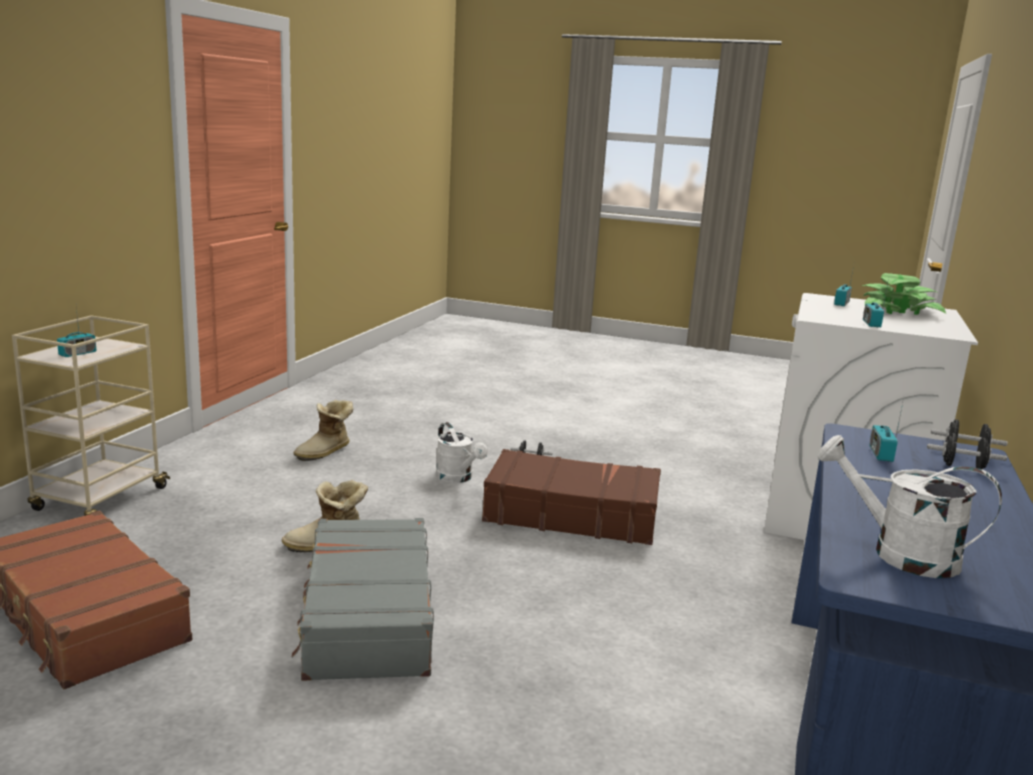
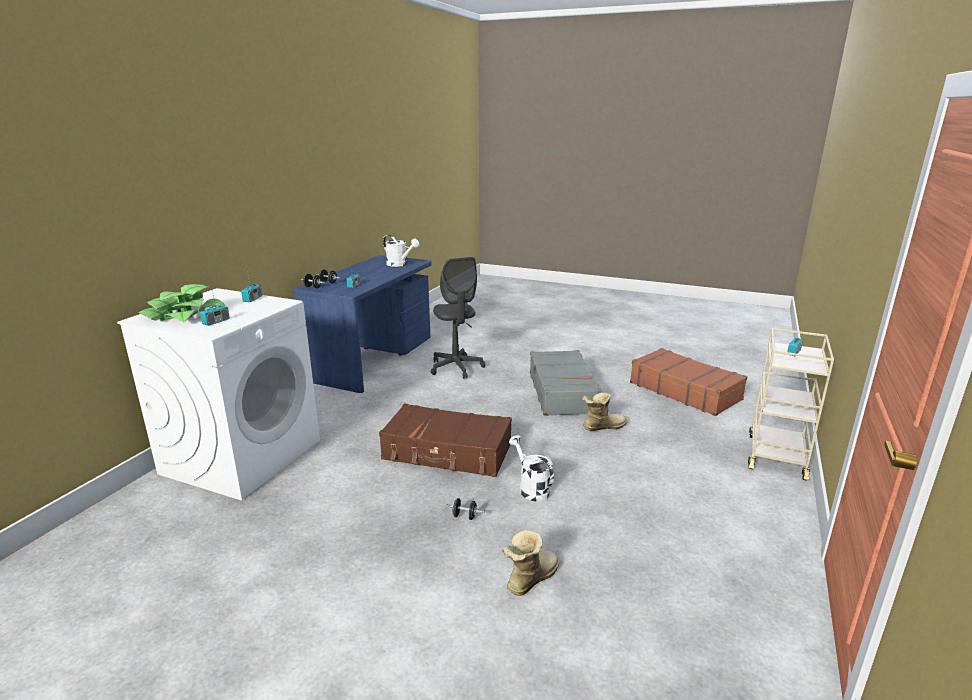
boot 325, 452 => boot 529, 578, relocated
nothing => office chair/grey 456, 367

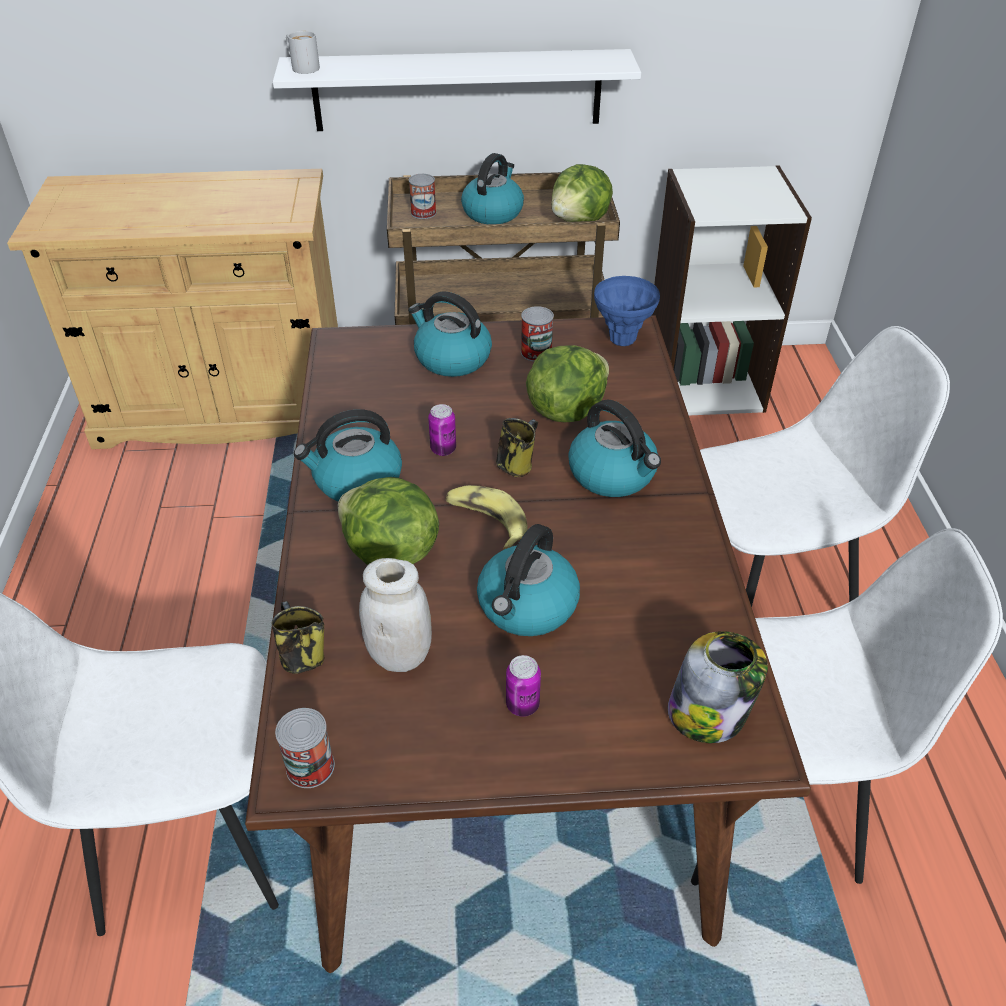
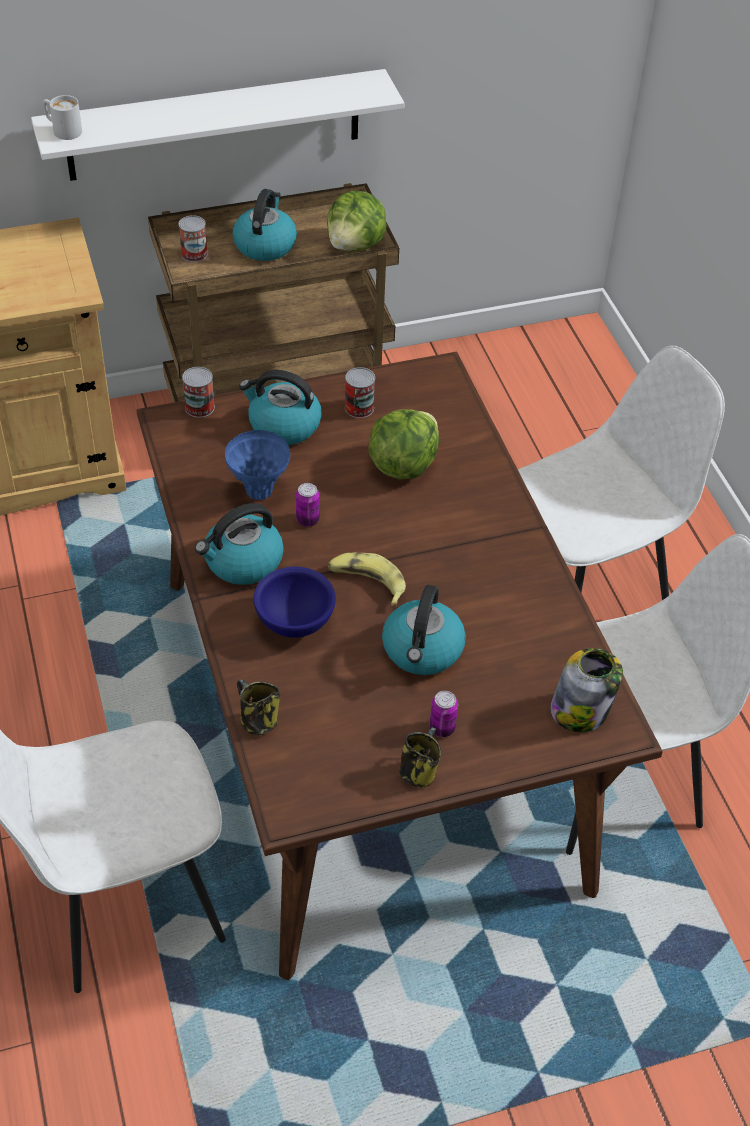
can 310, 766 => can 199, 407, relocated
lettuce 389, 552 => bowl/blue 295, 622
jar/white 400, 655 => nothing
mug 517, 465 => mug 419, 771, relocated
kettle 613, 474 => nothing
vase/blue 622, 340 => vase/blue 259, 491, relocated
bookcase/white 703, 383 => nothing

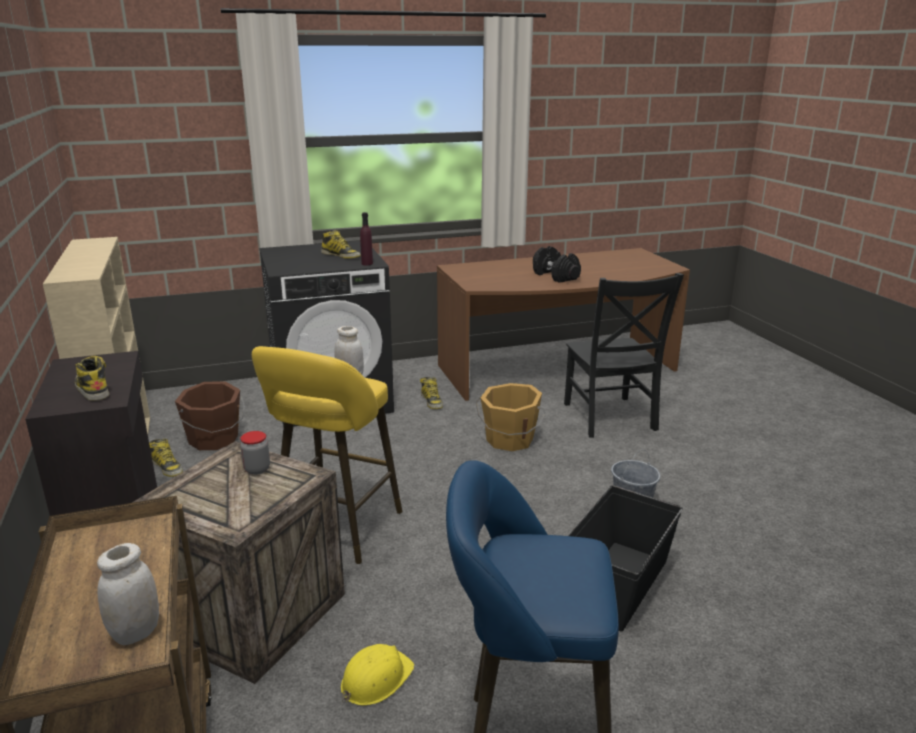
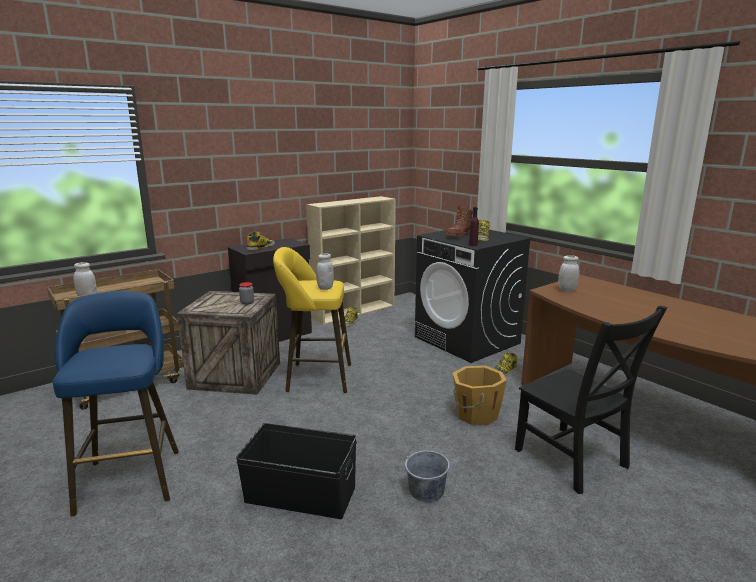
bucket/brown 214, 439 => nothing
hard hat/yellow 375, 679 => nothing
dumbbell/black 556, 276 => nothing
chair/black 610, 418 => chair/black 574, 461, 90 degrees counterclockwise
nothing => boot/brown 459, 235
nothing => jar/white 567, 290

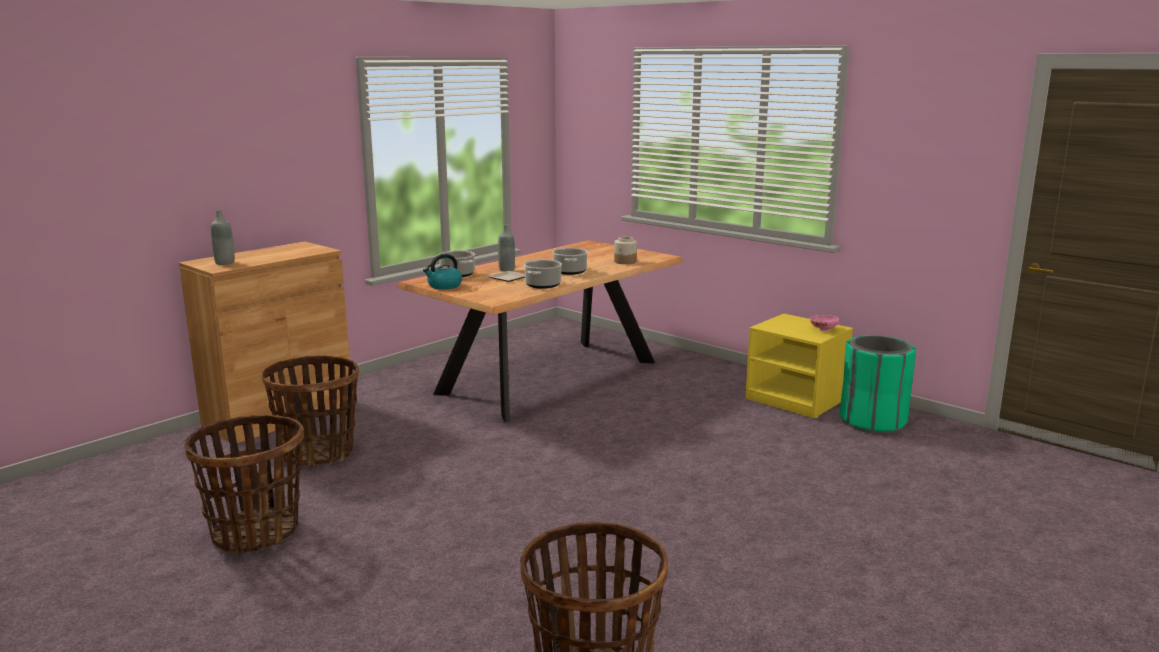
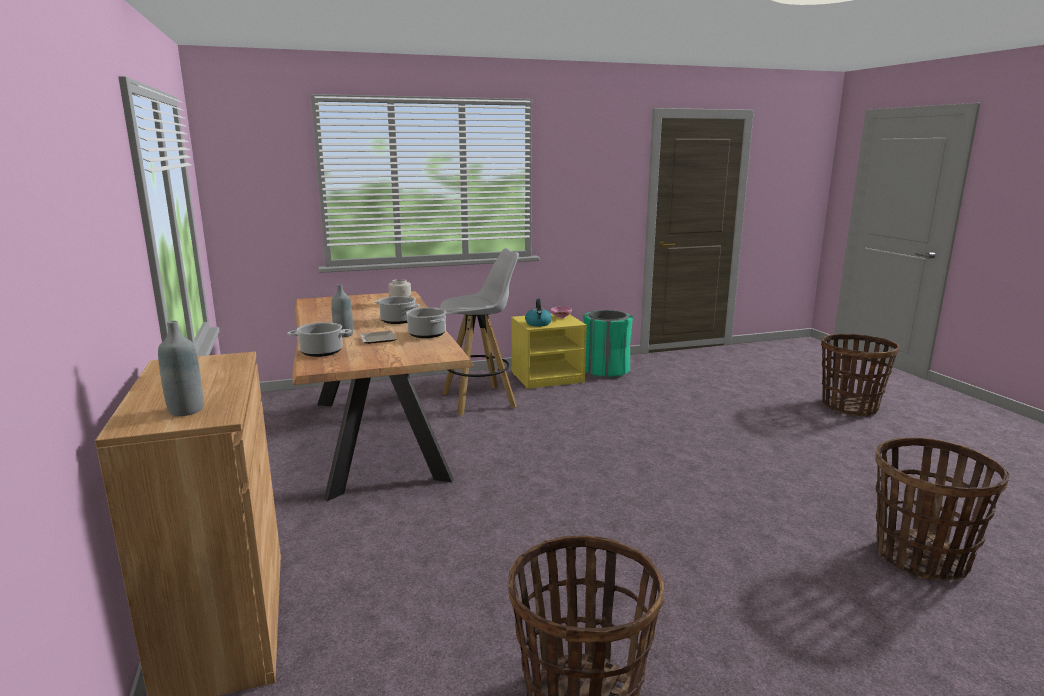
basket 318, 453 => basket 849, 407, relocated
kettle 444, 286 => kettle 538, 324, relocated
nothing => stool/white 480, 400

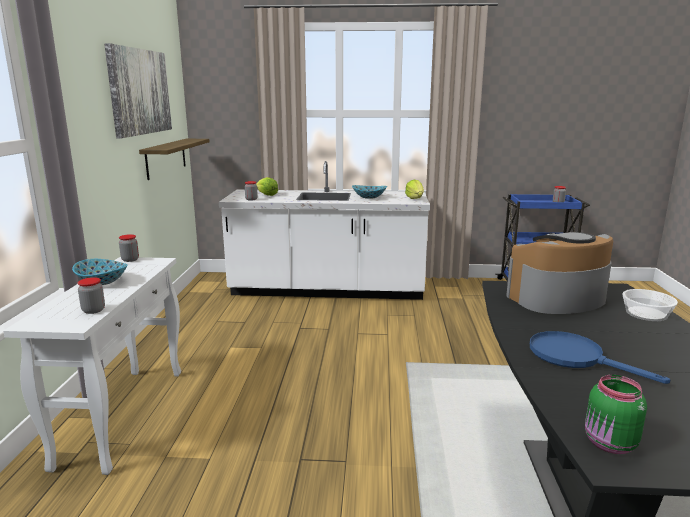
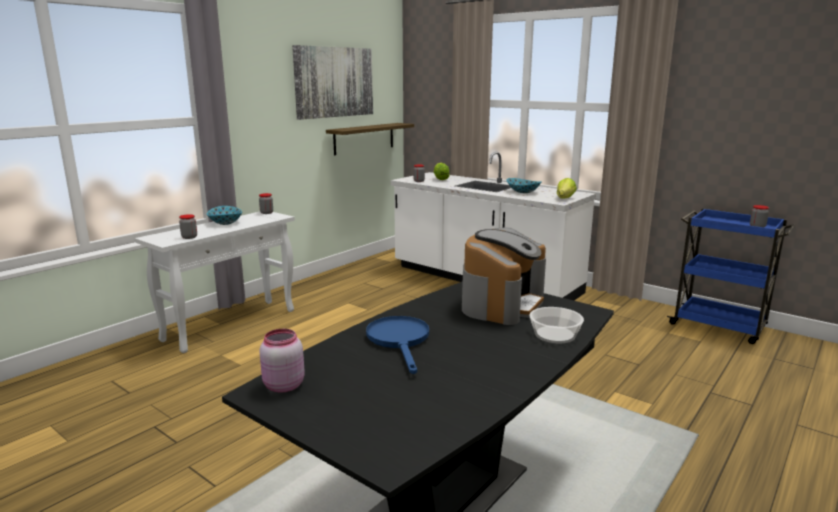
coffee machine 557, 299 => coffee machine 502, 303, 105 degrees clockwise
jar/green 609, 444 => jar/pink 282, 386

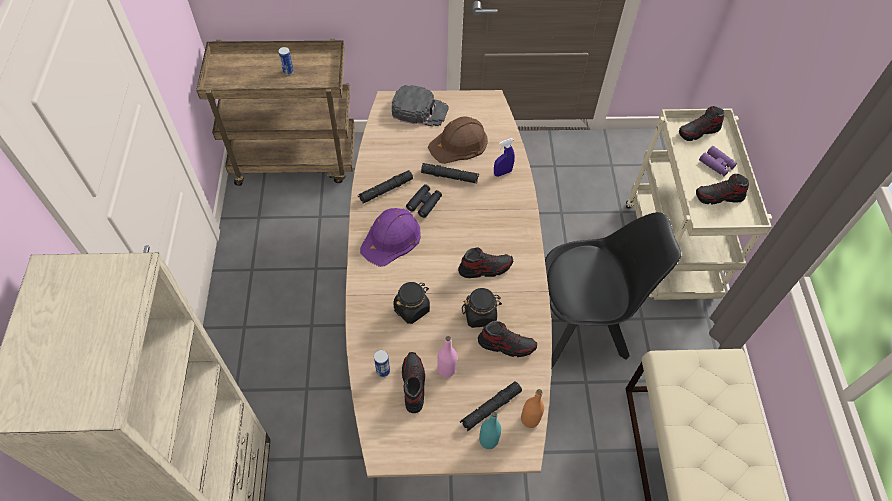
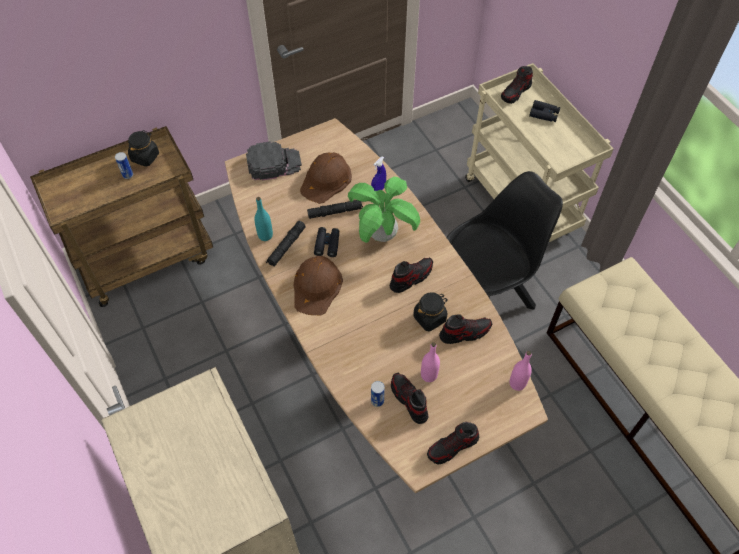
hard hat/purple 391, 238 => hard hat/brown 317, 286
jar/black 412, 308 => jar/black 145, 157, relocated
flashlight/black 490, 408 => nothing
bottle/turquoise 488, 440 => bottle/turquoise 265, 235, relocated
bottle/orange 530, 419 => bottle/pink 517, 383
shoe 719, 197 => shoe 452, 447, relocated
binoculars/purple 716, 164 => binoculars/black 544, 114
nothing => potted plant 382, 235

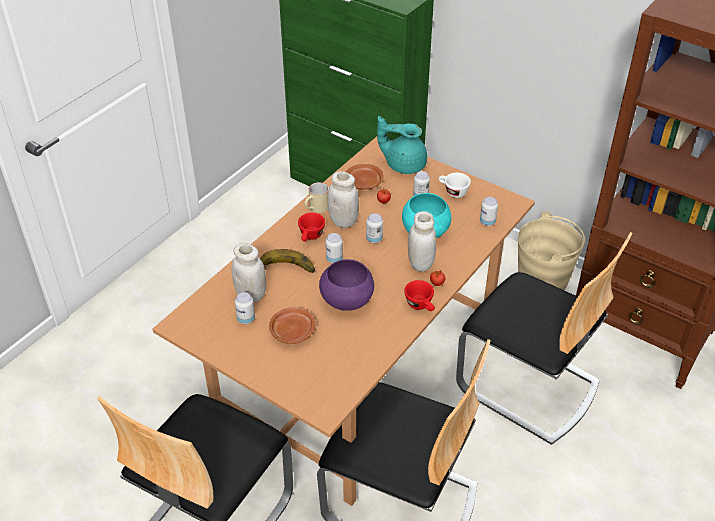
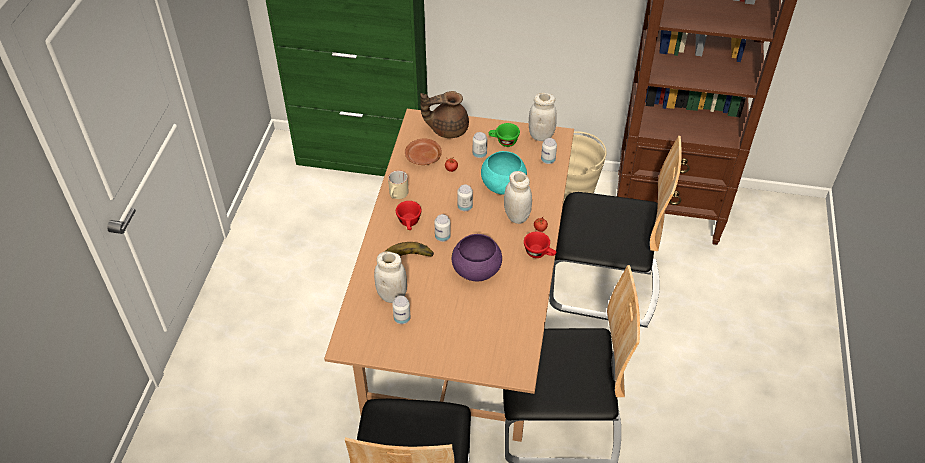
plate/brown 292, 331 => nothing
jar/white 343, 221 => jar/white 541, 135, relocated
teapot/turquoise 404, 164 => teapot/brown 447, 129
cup/white 452, 192 => cup/green 503, 141

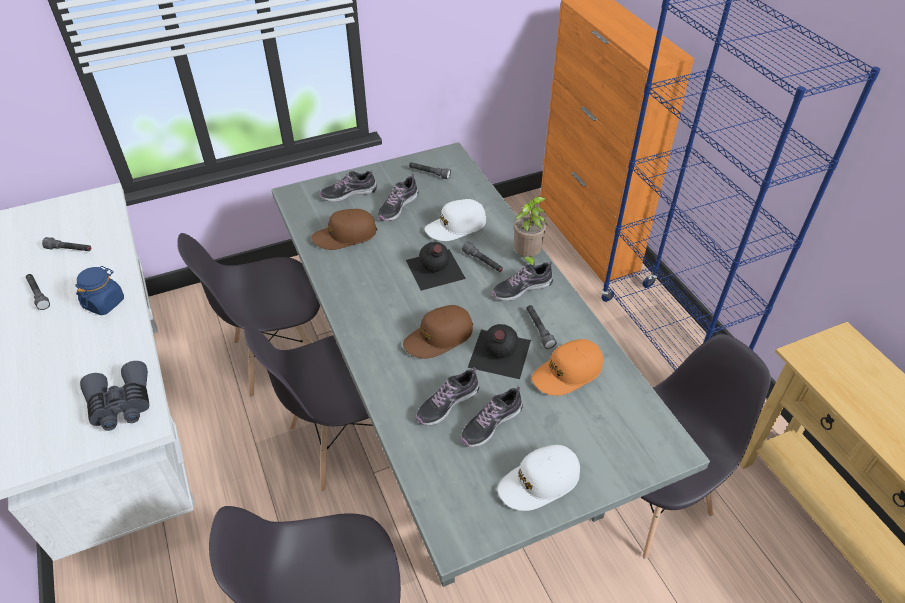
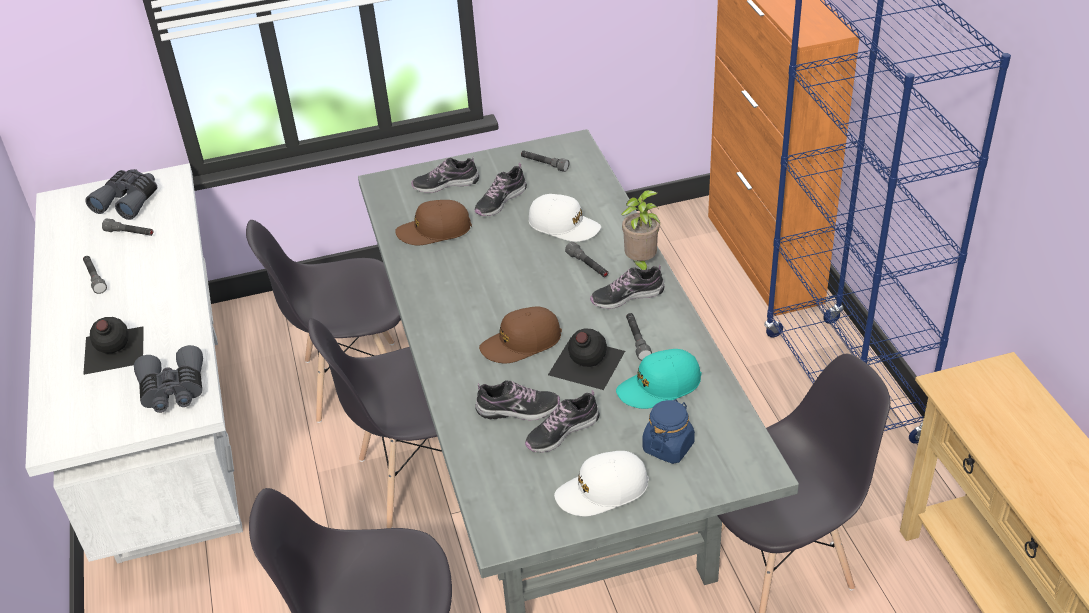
jar/blue 104, 303 => jar/blue 668, 446, relocated
bottle/black 434, 270 => bottle/black 113, 350, relocated
shoe 447, 404 => shoe 518, 410, 150 degrees counterclockwise
cap/white 456, 226 => cap/white 564, 226, 135 degrees counterclockwise
cap/orange 567, 373 => cap/turquoise 659, 387
nothing => binoculars/grey 128, 201

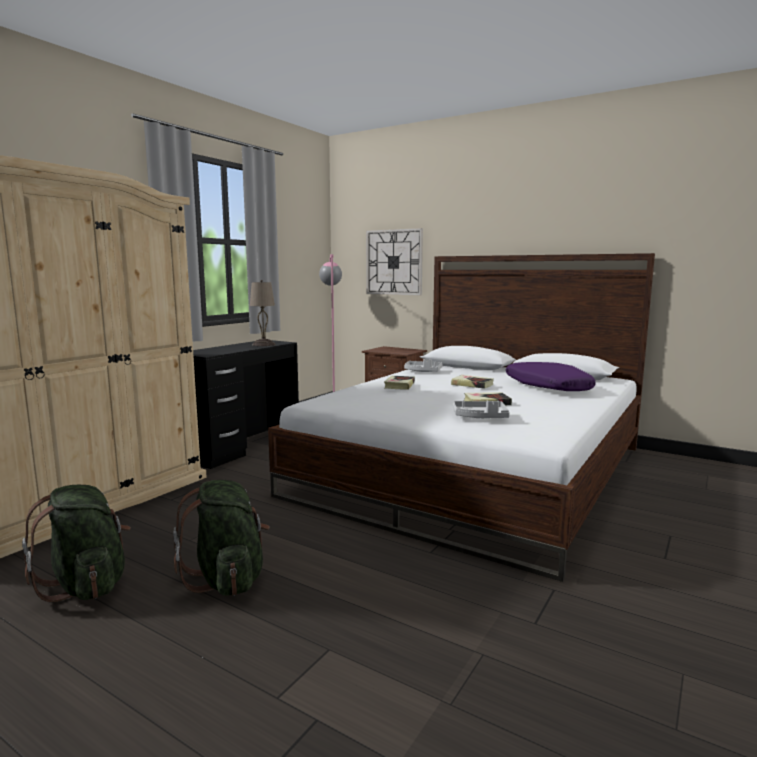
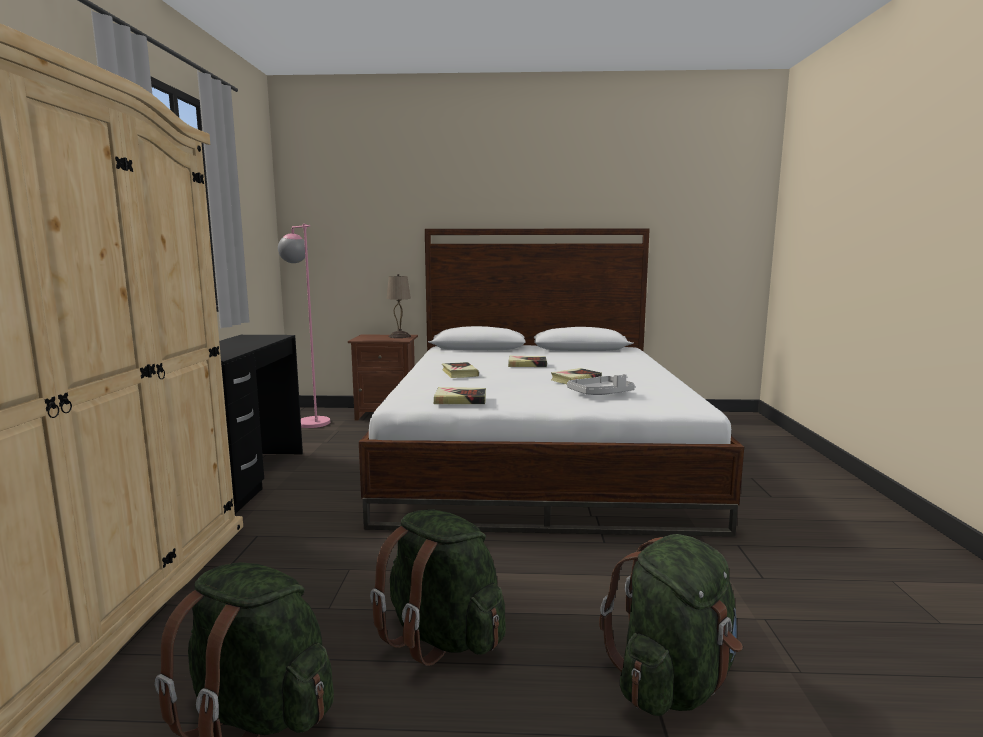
table lamp/beige 264, 344 => table lamp/beige 400, 336, relocated
wall clock 394, 262 => nothing
tray/grey 423, 371 => nothing
pillow/purple 546, 387 => nothing
nothing => book 460, 400
nothing => backpack/green 672, 682

